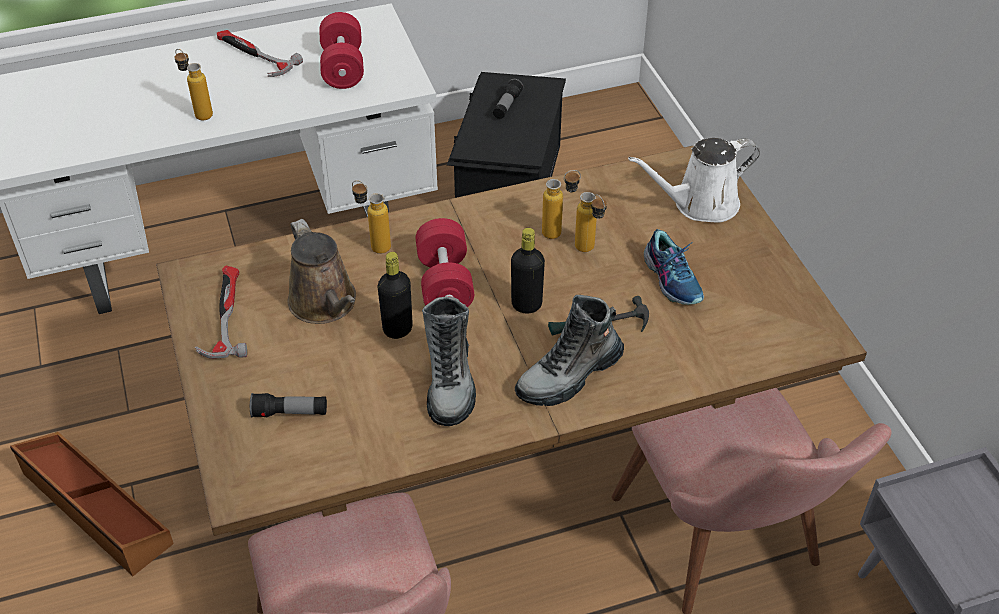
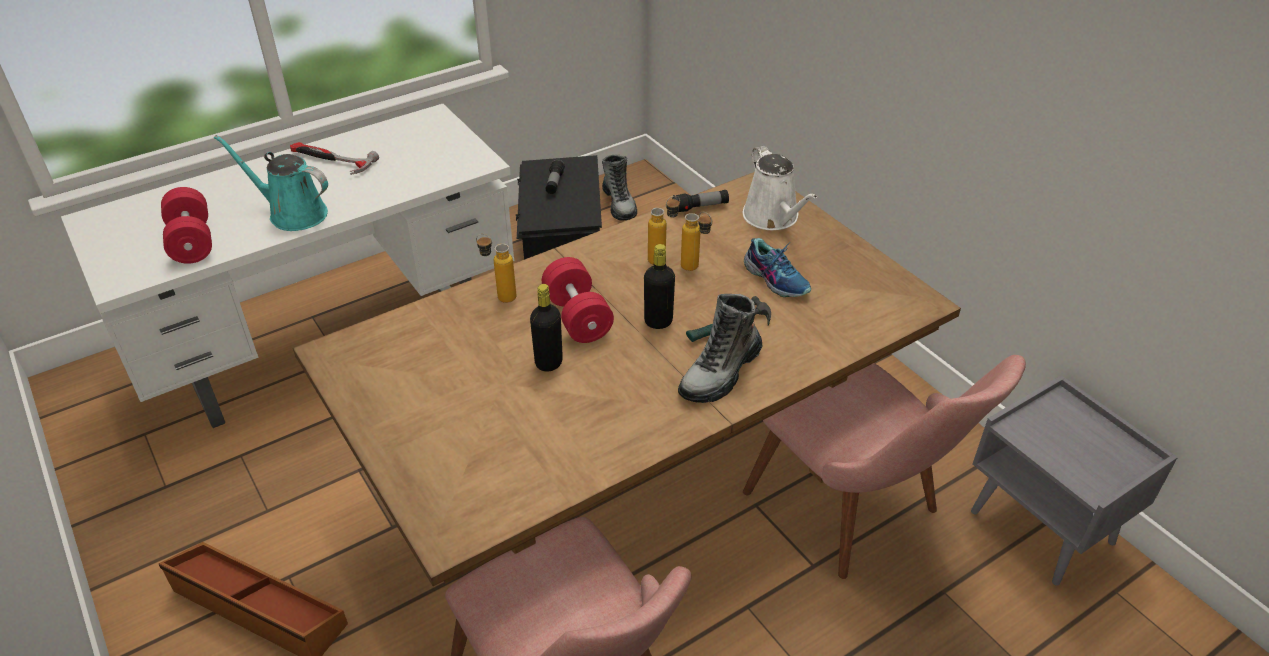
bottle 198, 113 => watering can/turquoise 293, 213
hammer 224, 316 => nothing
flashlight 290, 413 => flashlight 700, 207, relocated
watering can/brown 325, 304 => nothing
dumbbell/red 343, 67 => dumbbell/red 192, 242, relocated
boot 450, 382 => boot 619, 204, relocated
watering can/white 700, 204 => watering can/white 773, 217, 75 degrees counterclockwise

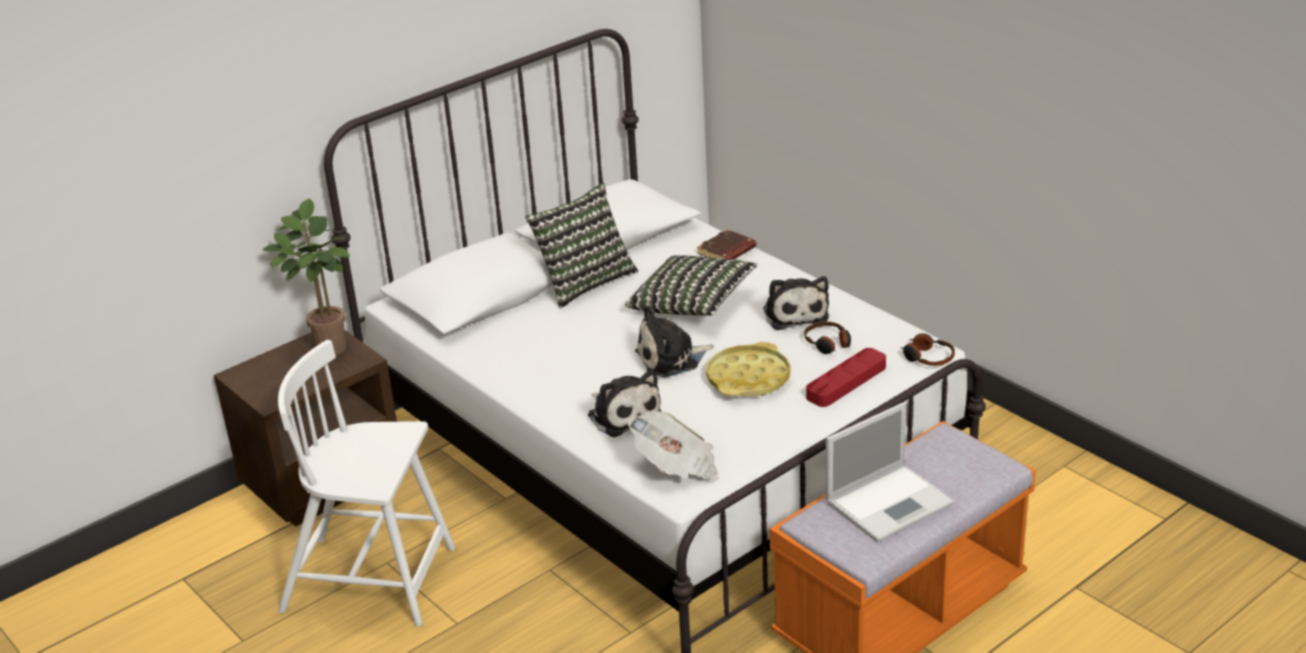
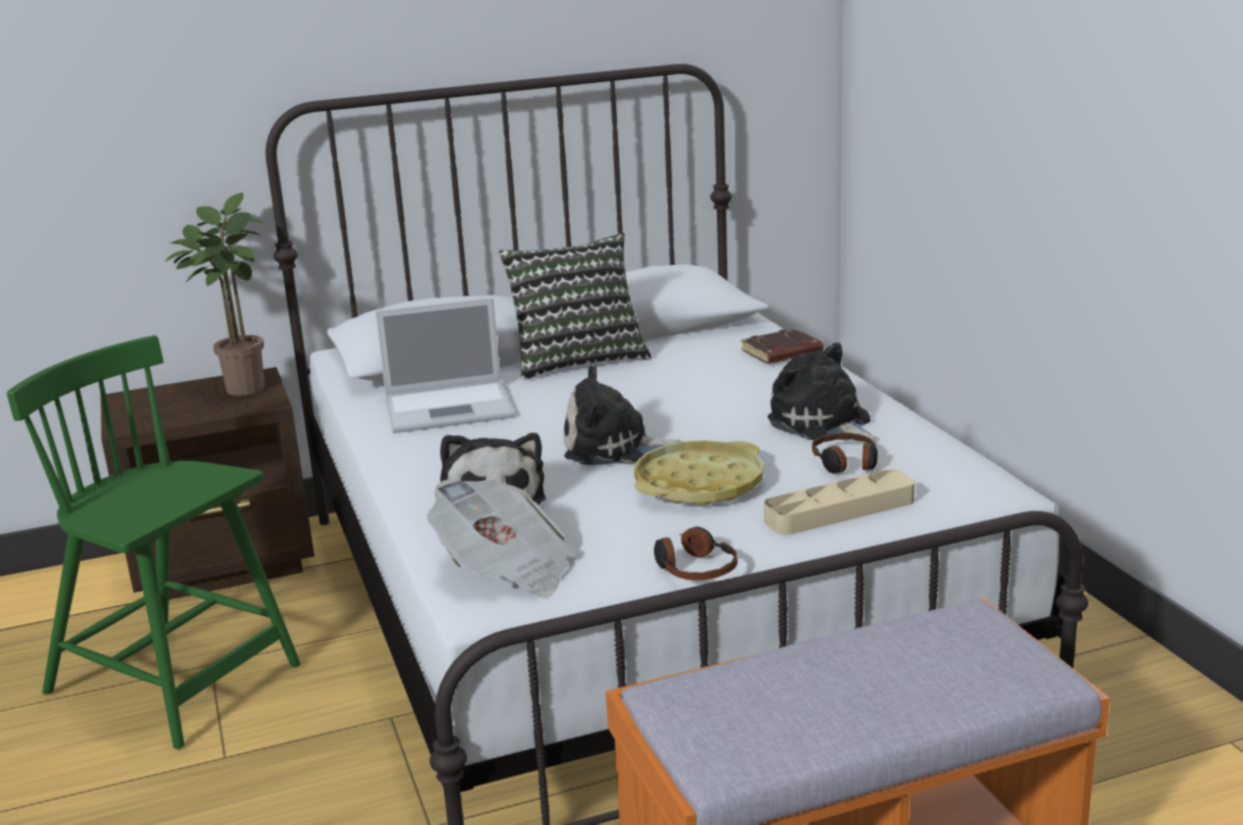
chair/white 372, 580 => chair/green 176, 681
pillow 692, 304 => nothing
plush toy 794, 313 => plush toy 823, 424, 135 degrees clockwise
tray/red 846, 382 => tray/beige 839, 510
laptop 890, 501 => laptop 451, 407, relocated
headphones 927, 357 => headphones 694, 568, relocated

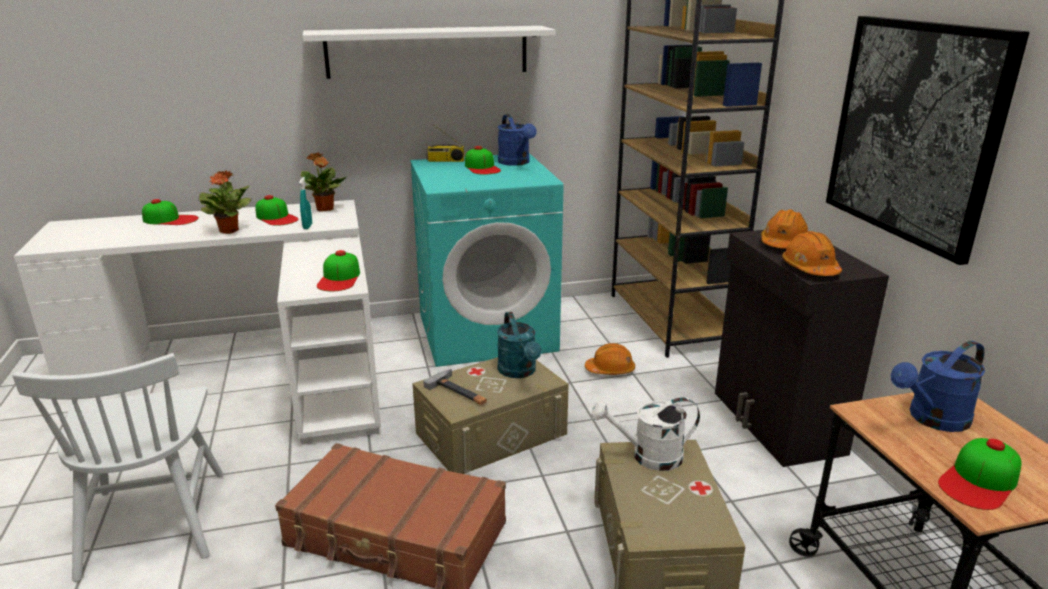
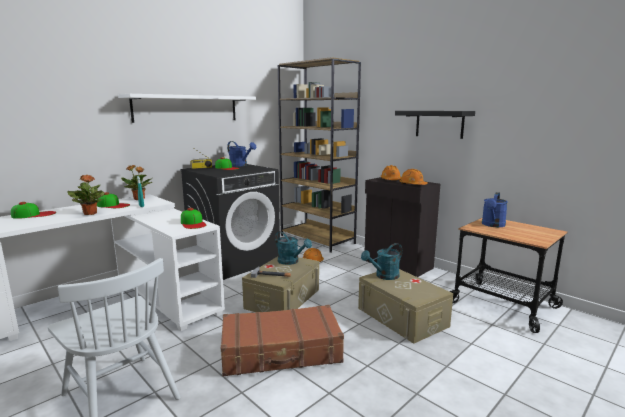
washing machine/turquoise 487, 332 => washing machine/black 234, 260
watering can/white 648, 456 => watering can/turquoise 384, 276
picture 913, 131 => shelf/black 439, 124
cap 979, 481 => nothing

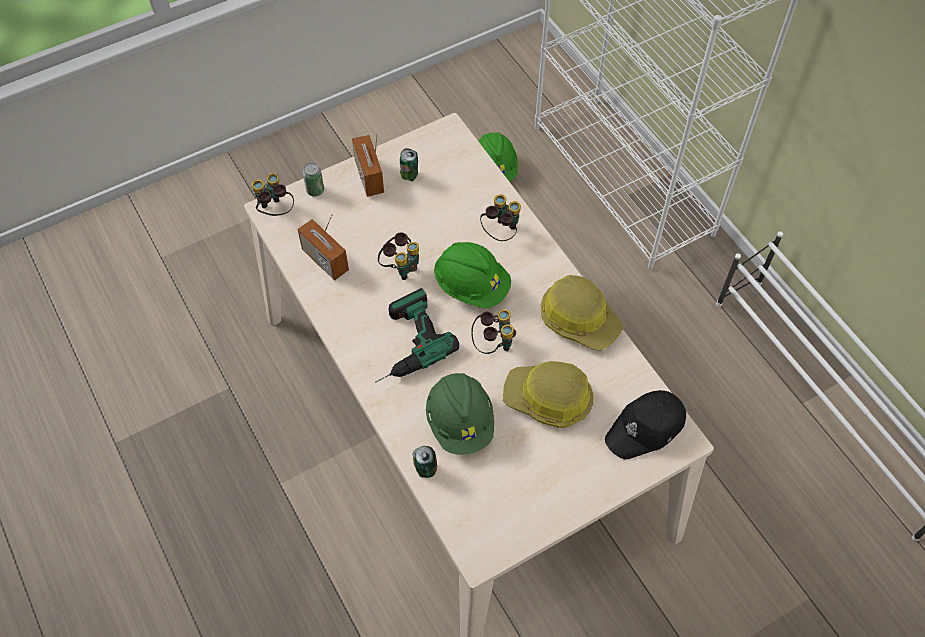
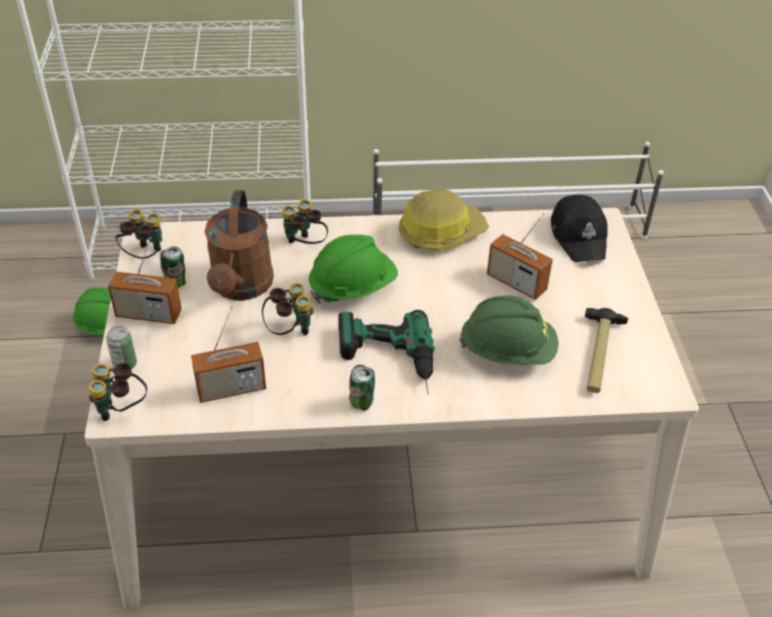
can 425, 470 => can 361, 403, relocated
binoculars 493, 344 => binoculars 145, 255, relocated
hard hat 548, 399 => radio 516, 283
nothing => watering can/brown 241, 288
nothing => hammer 599, 355

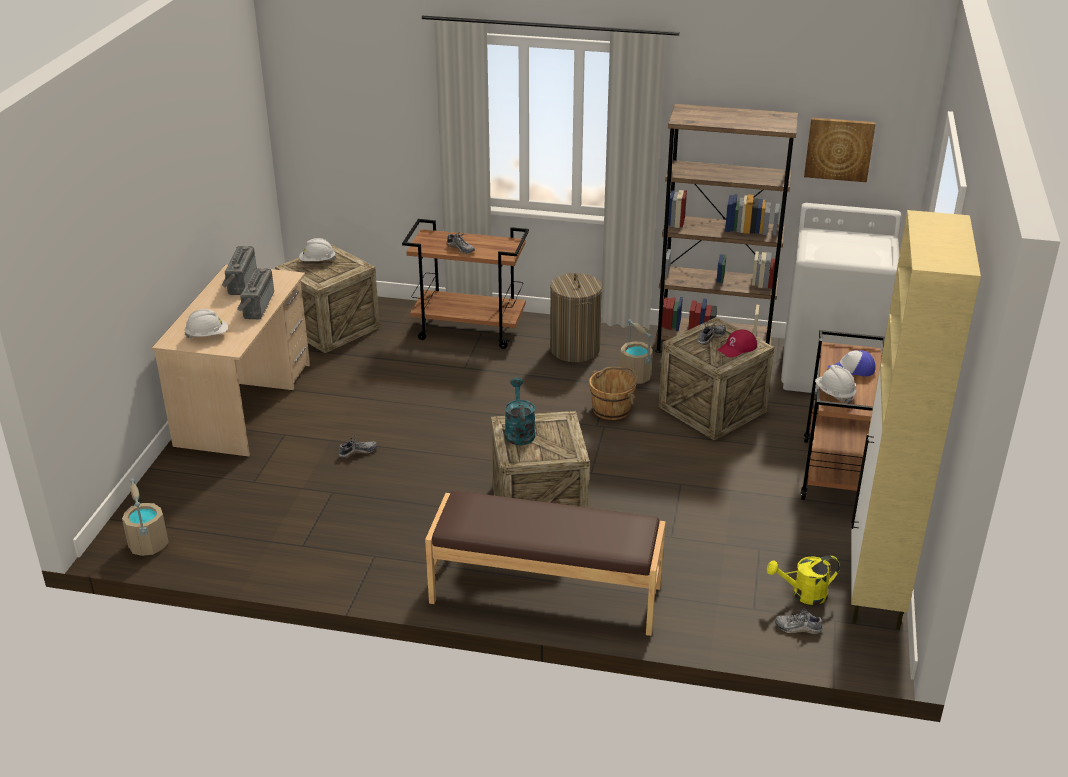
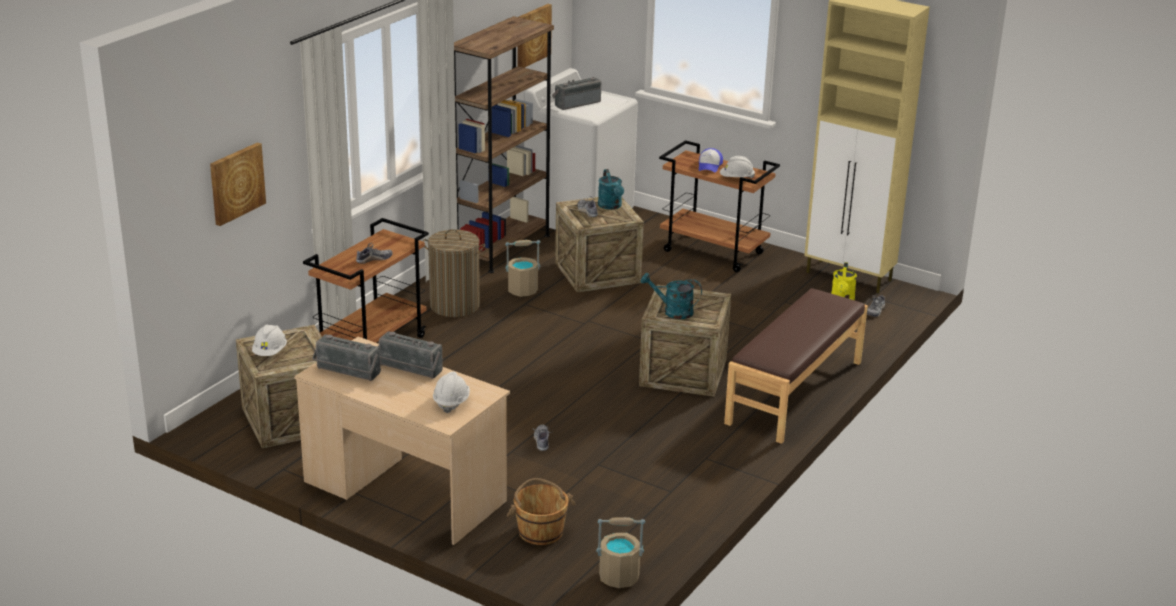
bucket/brown 612, 409 => bucket/brown 540, 531, relocated
cap/red 737, 348 => watering can/turquoise 611, 206
nothing => picture 236, 183
nothing => radio 576, 103

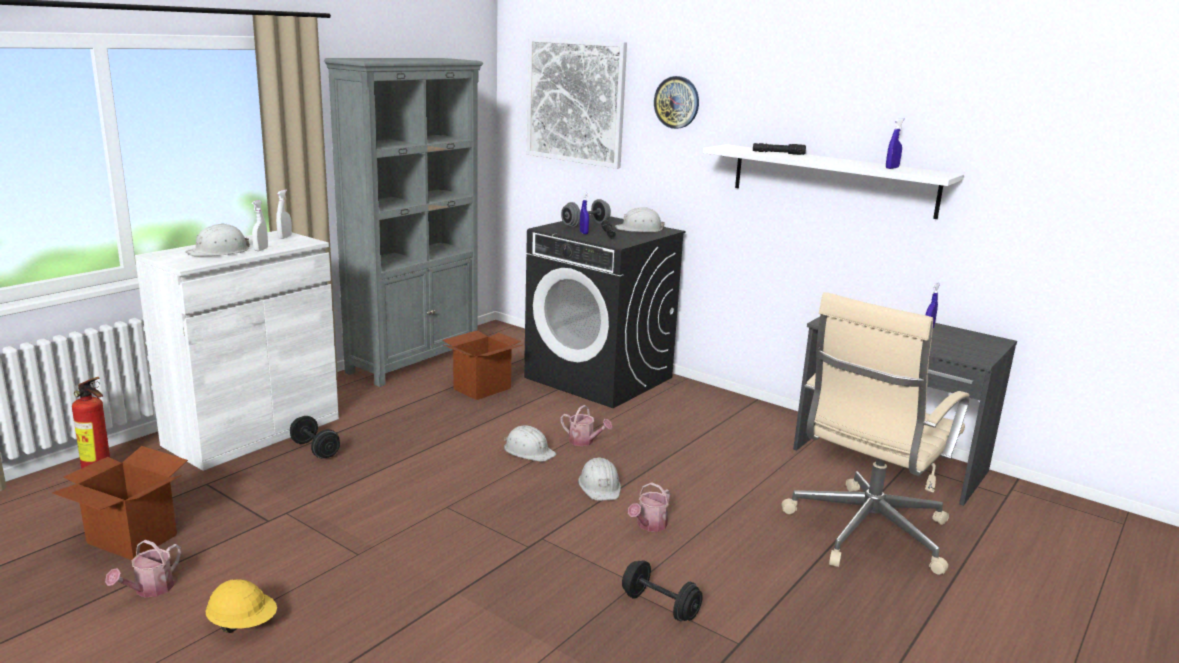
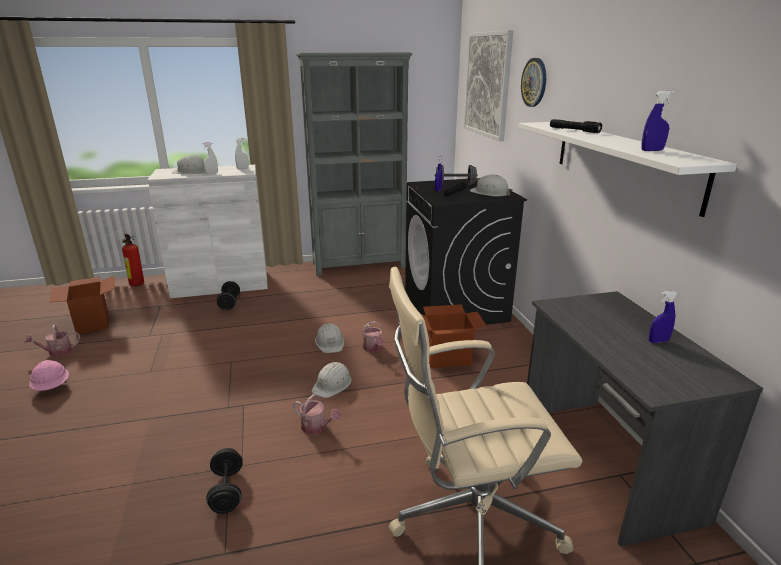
hard hat/yellow 243, 624 => hard hat/pink 52, 387
cardboard box 482, 388 => cardboard box 447, 357, relocated
watering can 649, 525 => watering can 316, 427, 135 degrees counterclockwise

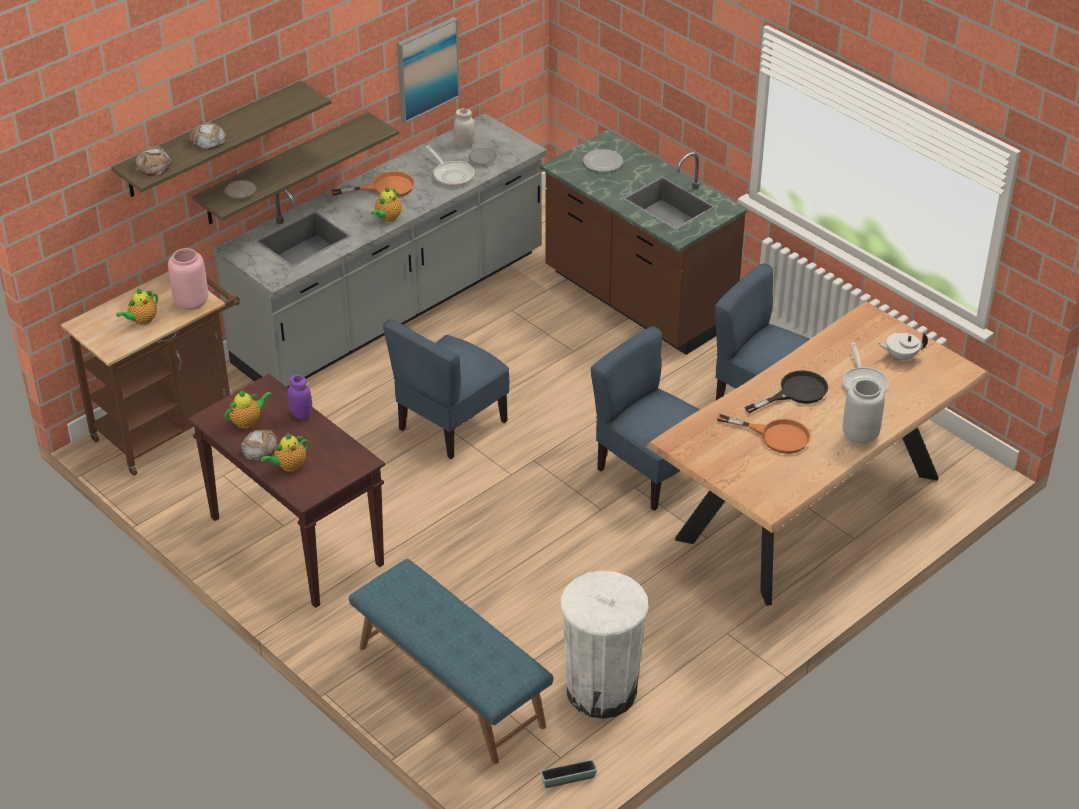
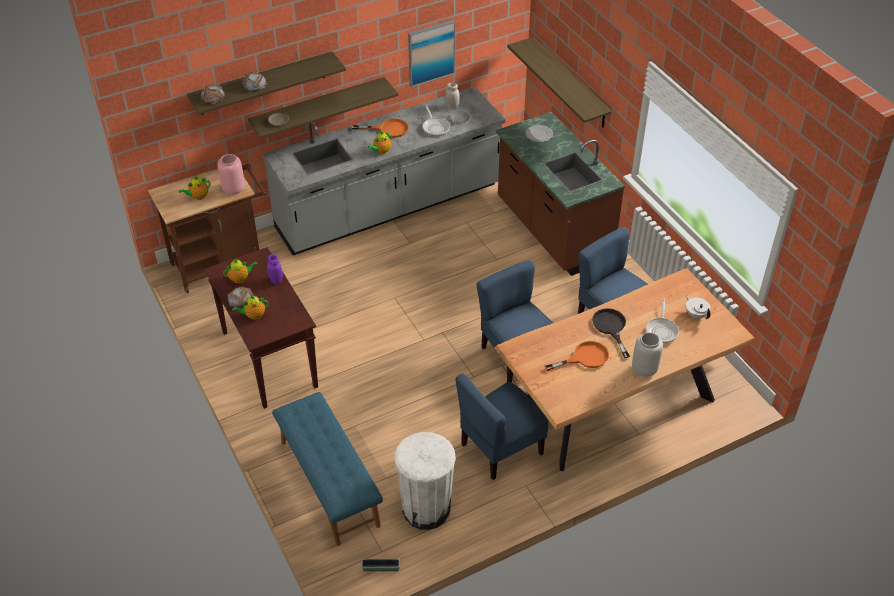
chair/blue 451, 425 => chair/blue 500, 448, relocated
frying pan/orange 776, 436 => frying pan/orange 585, 358, 60 degrees counterclockwise
frying pan/black 795, 392 => frying pan/black 611, 328, 90 degrees counterclockwise
teapot/white 900, 356 => teapot/white 696, 314, 45 degrees clockwise
nothing => shelf 570, 83

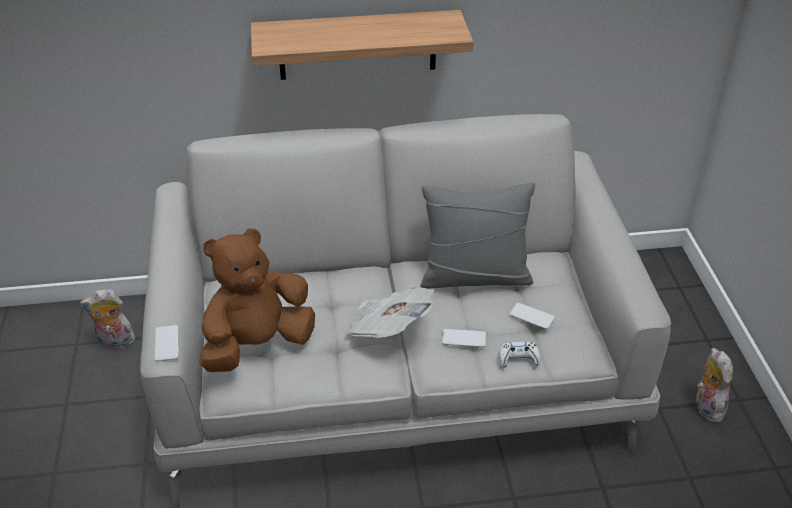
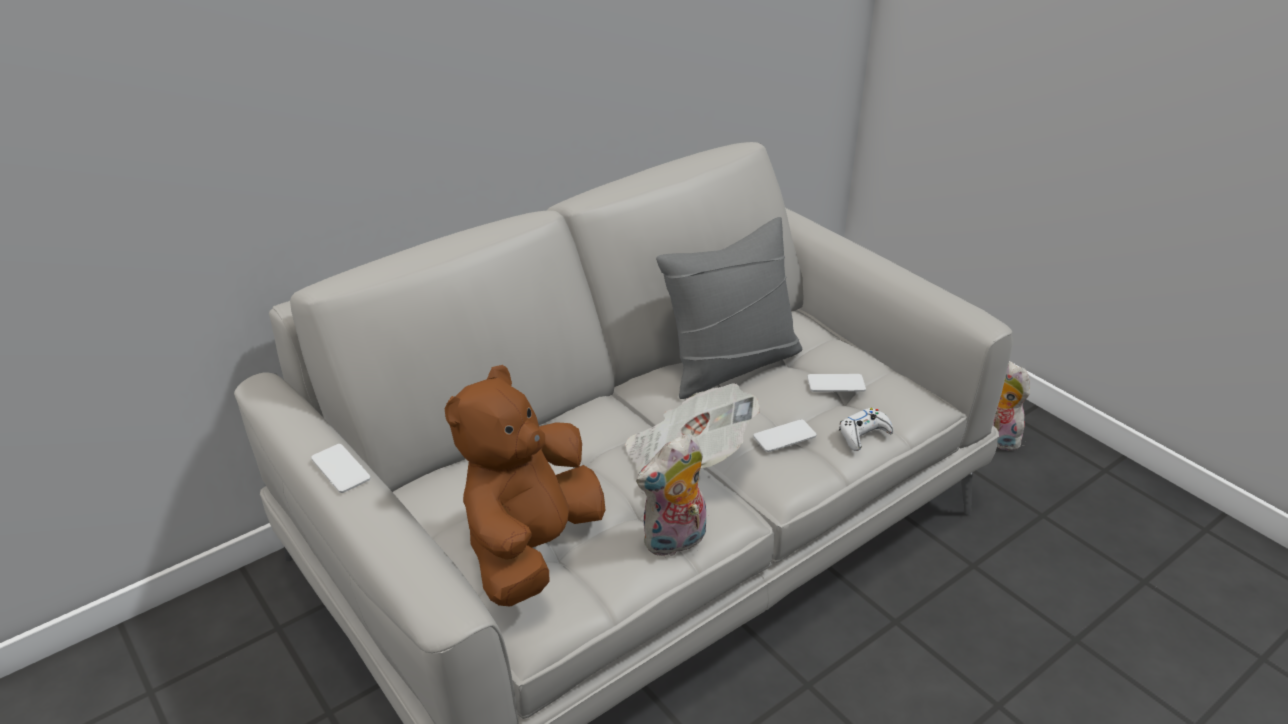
plush toy 114, 342 => plush toy 675, 542, relocated
phone 167, 344 => phone 340, 469, relocated
shelf 357, 45 => nothing

